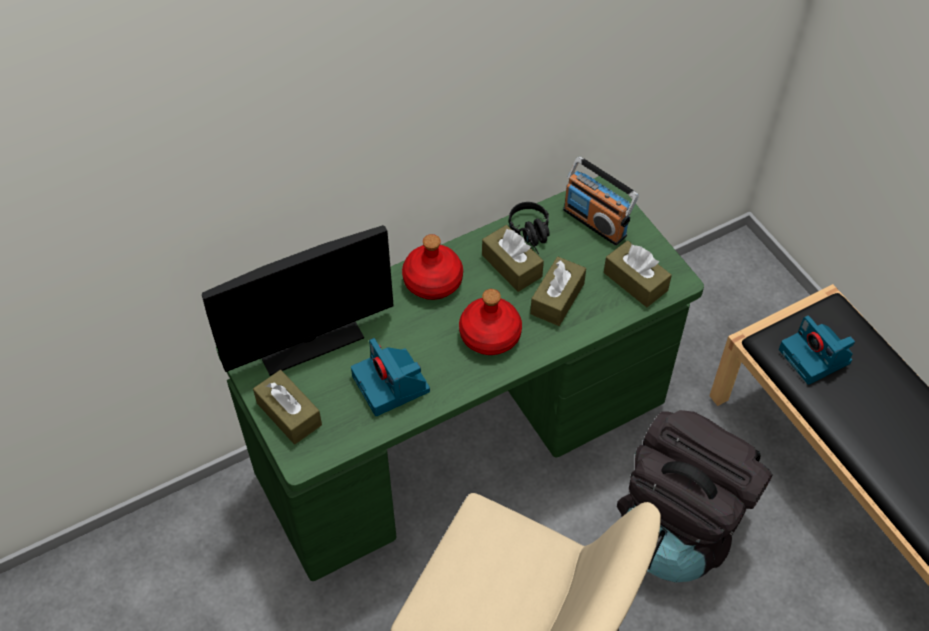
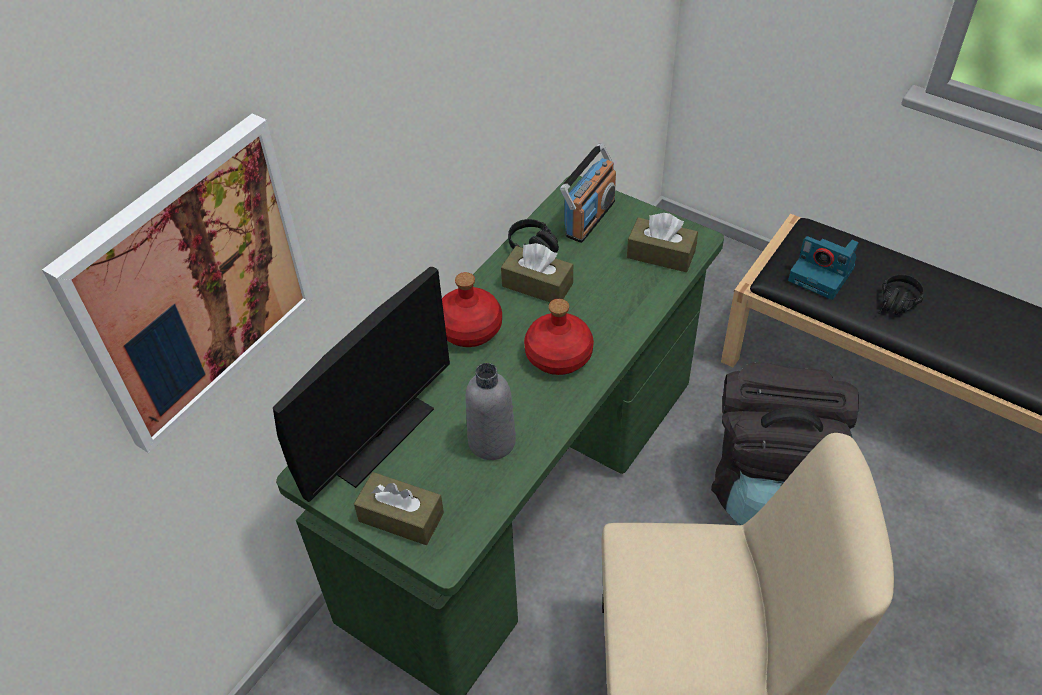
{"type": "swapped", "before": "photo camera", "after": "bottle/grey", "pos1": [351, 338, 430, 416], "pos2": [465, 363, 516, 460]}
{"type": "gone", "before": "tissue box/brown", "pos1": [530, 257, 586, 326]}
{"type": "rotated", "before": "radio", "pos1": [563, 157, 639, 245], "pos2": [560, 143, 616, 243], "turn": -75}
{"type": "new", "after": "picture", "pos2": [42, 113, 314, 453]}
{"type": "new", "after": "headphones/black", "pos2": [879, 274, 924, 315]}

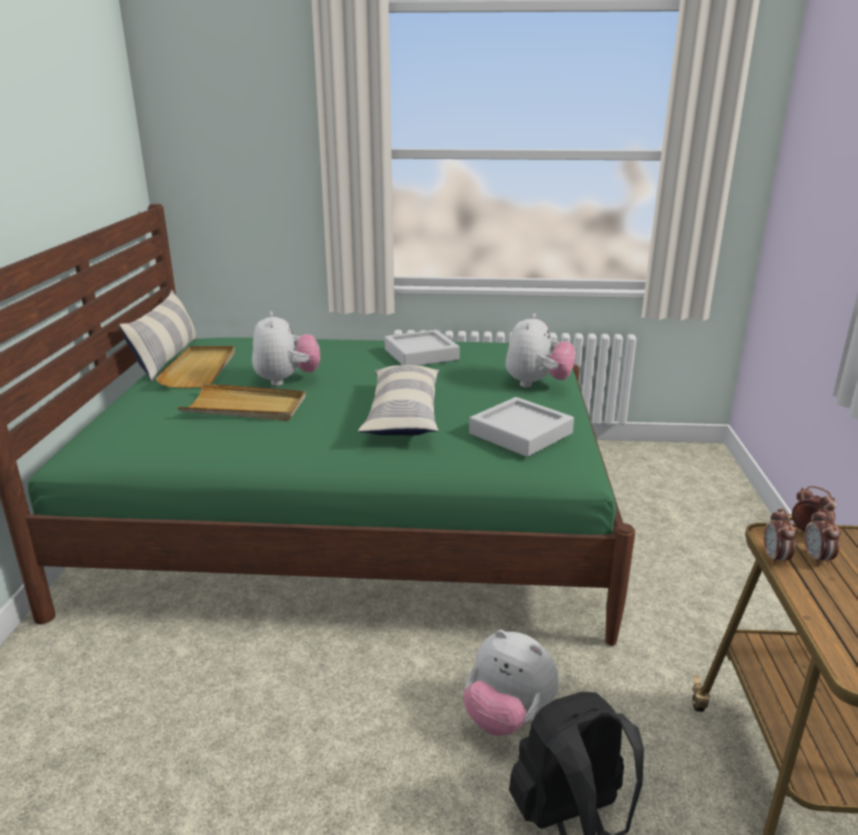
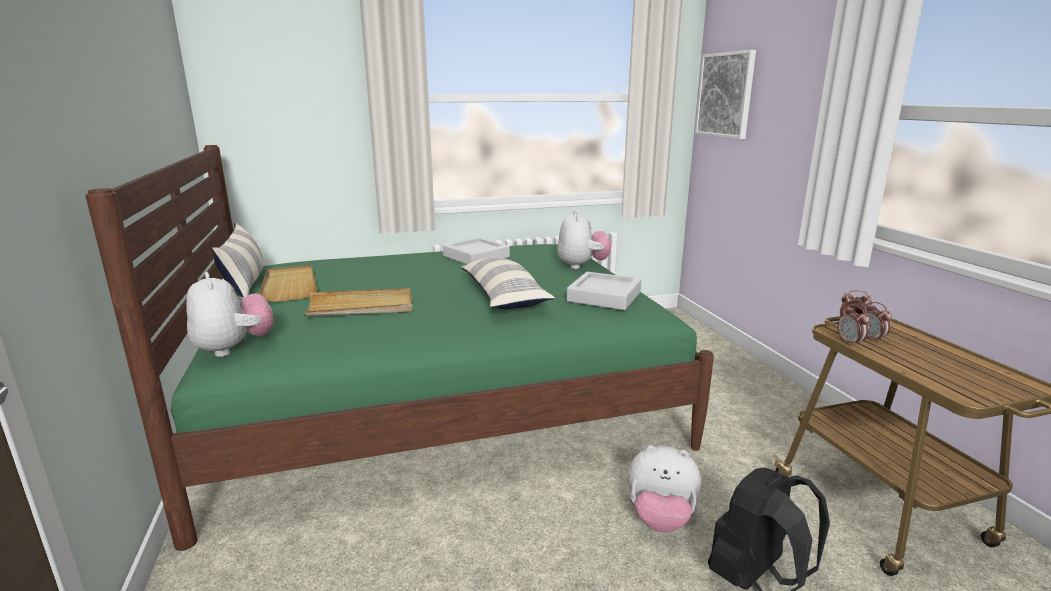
{"type": "shifted", "before": "plush toy", "pos1": [252, 311, 320, 386], "pos2": [186, 272, 274, 357]}
{"type": "new", "after": "picture", "pos2": [695, 50, 756, 139]}

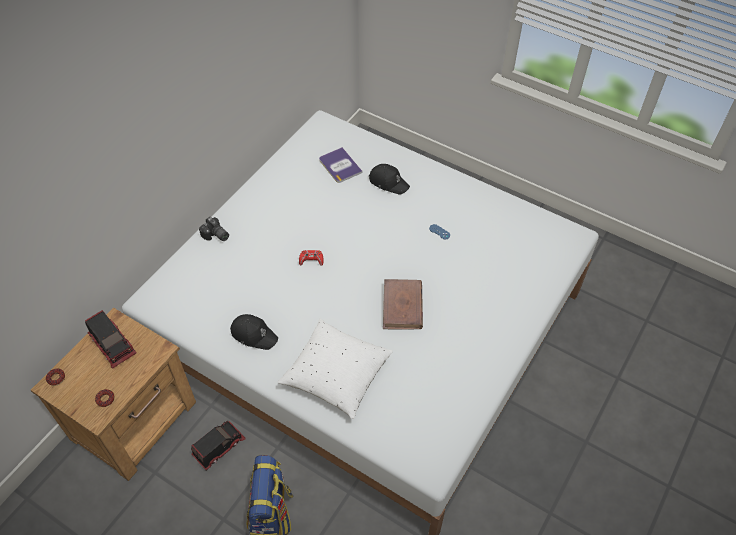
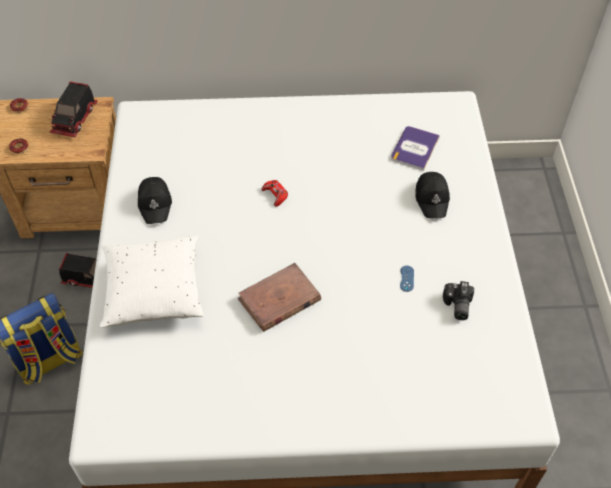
{"type": "shifted", "before": "photo camera", "pos1": [199, 217, 229, 241], "pos2": [443, 281, 474, 320]}

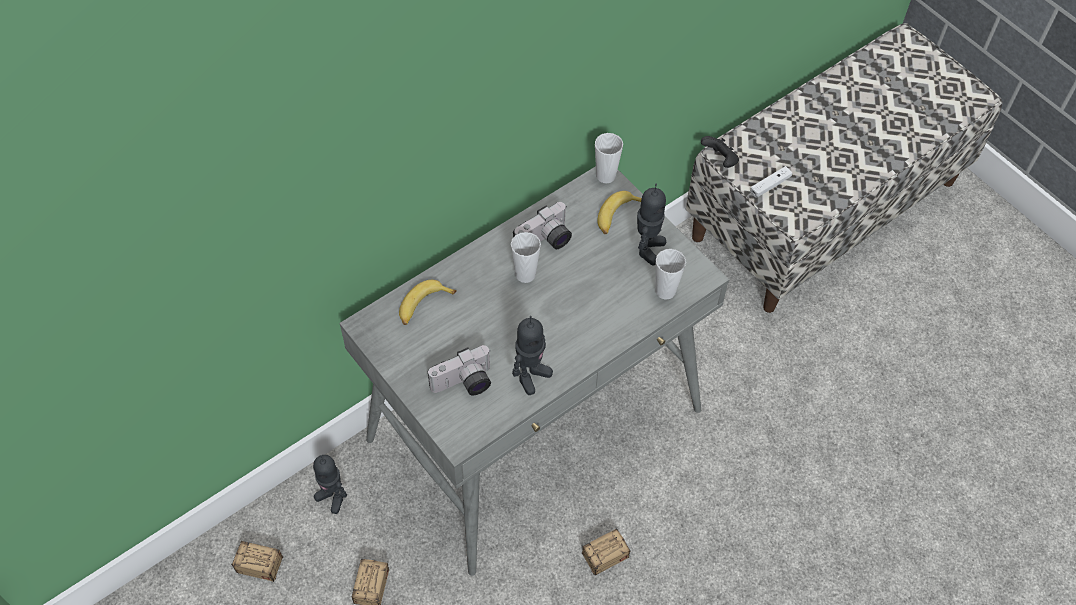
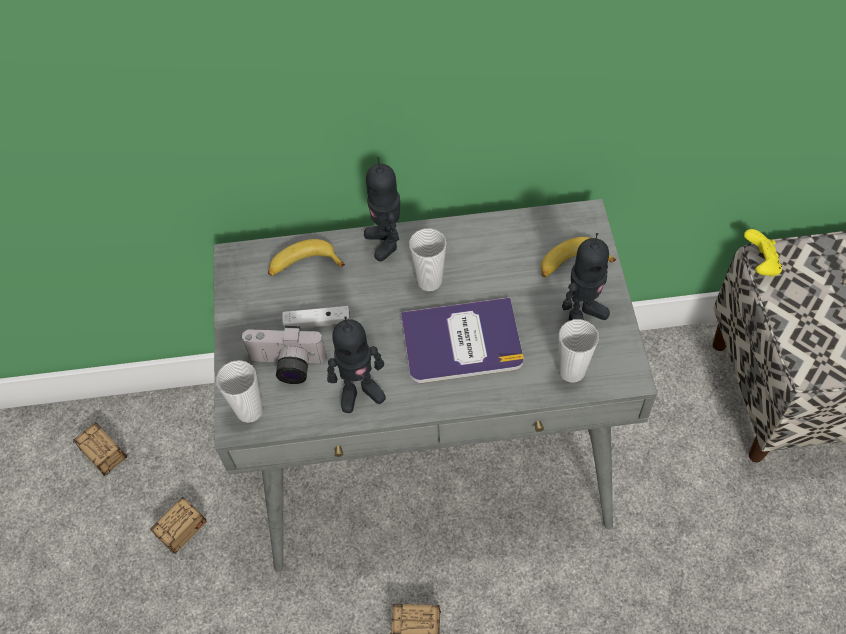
{"type": "shifted", "before": "toy robot", "pos1": [313, 455, 347, 514], "pos2": [364, 157, 400, 262]}
{"type": "gone", "before": "photo camera", "pos1": [513, 202, 572, 249]}
{"type": "shifted", "before": "cup", "pos1": [595, 133, 623, 183], "pos2": [216, 360, 263, 423]}
{"type": "repainted", "before": "game controller/black", "after": "game controller/yellow", "pos1": [701, 136, 739, 168], "pos2": [744, 229, 782, 276]}
{"type": "shifted", "before": "game controller/white", "pos1": [750, 166, 792, 198], "pos2": [282, 306, 350, 329]}
{"type": "new", "after": "book", "pos2": [401, 298, 523, 383]}

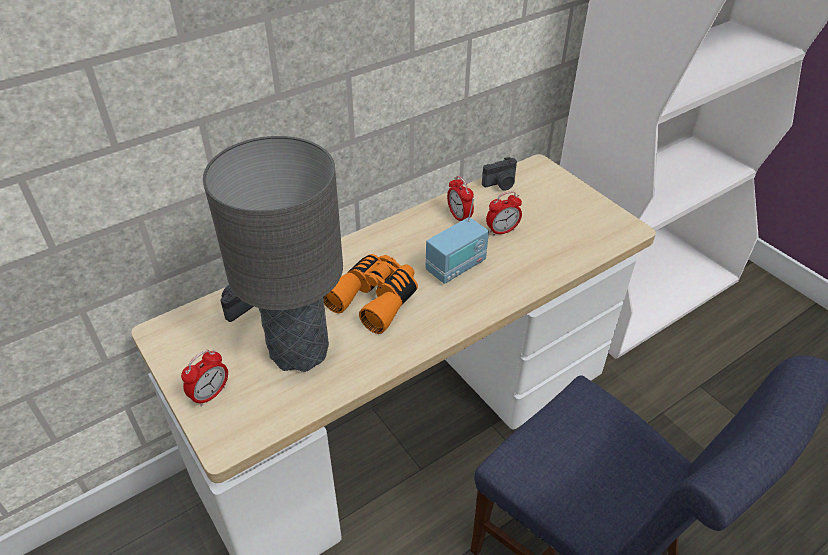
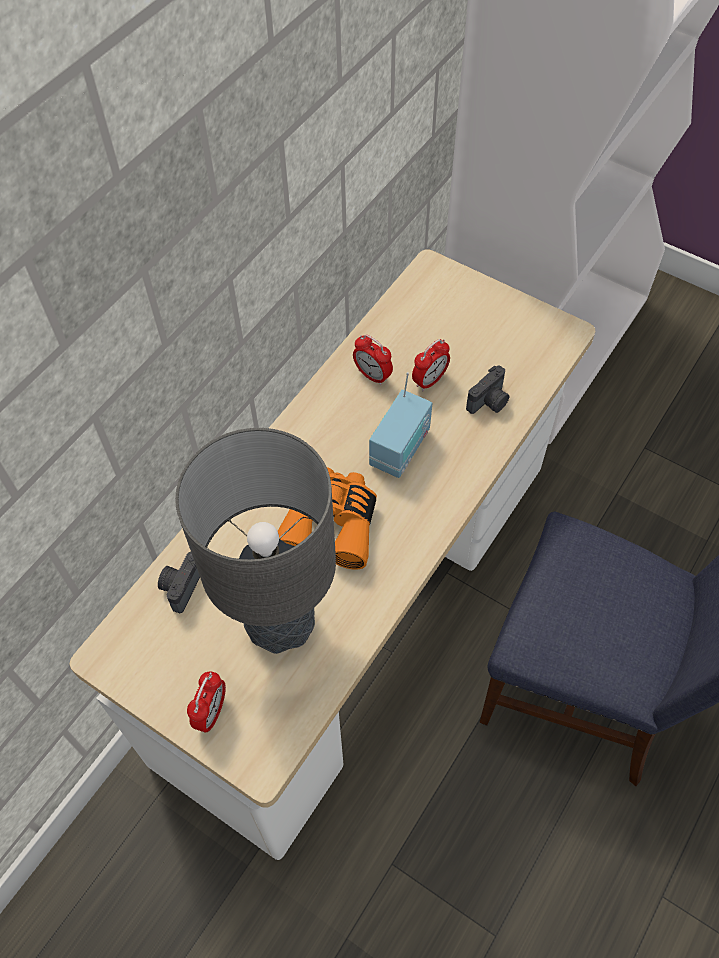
{"type": "shifted", "before": "photo camera", "pos1": [482, 157, 517, 191], "pos2": [466, 366, 509, 414]}

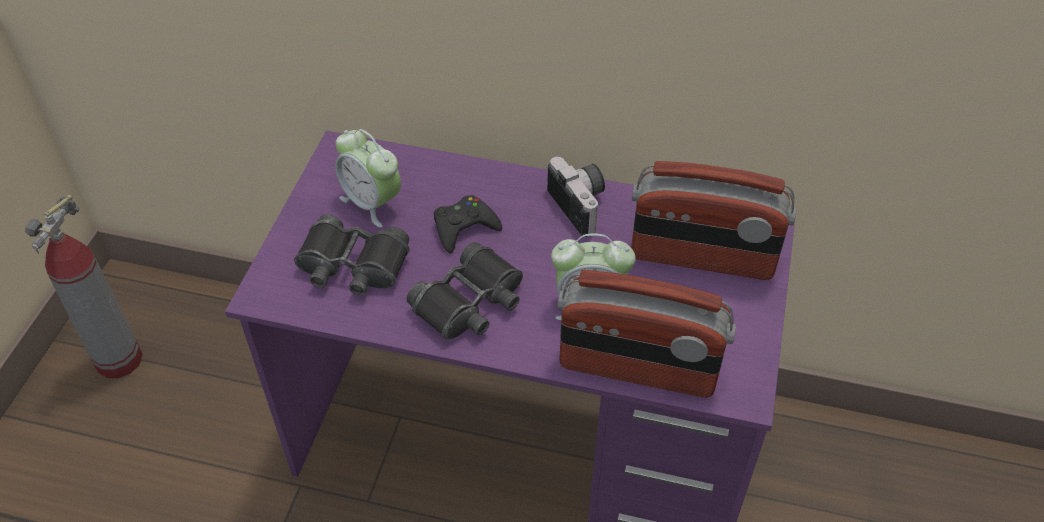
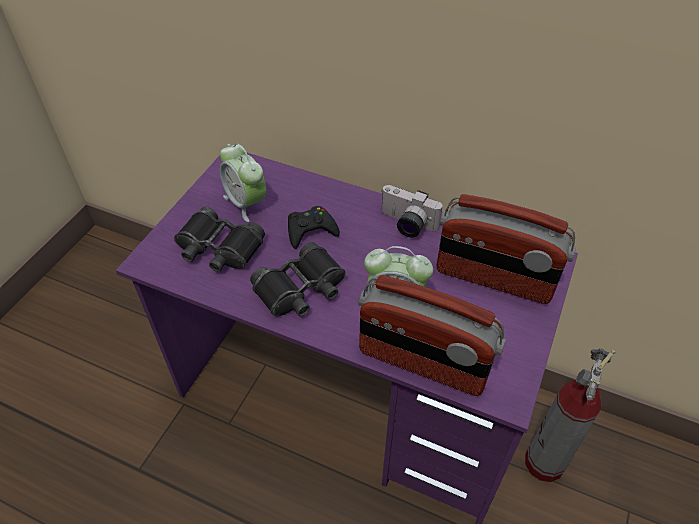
{"type": "shifted", "before": "fire extinguisher", "pos1": [25, 195, 143, 378], "pos2": [525, 348, 616, 482]}
{"type": "rotated", "before": "photo camera", "pos1": [547, 157, 605, 237], "pos2": [381, 185, 442, 238], "turn": 135}

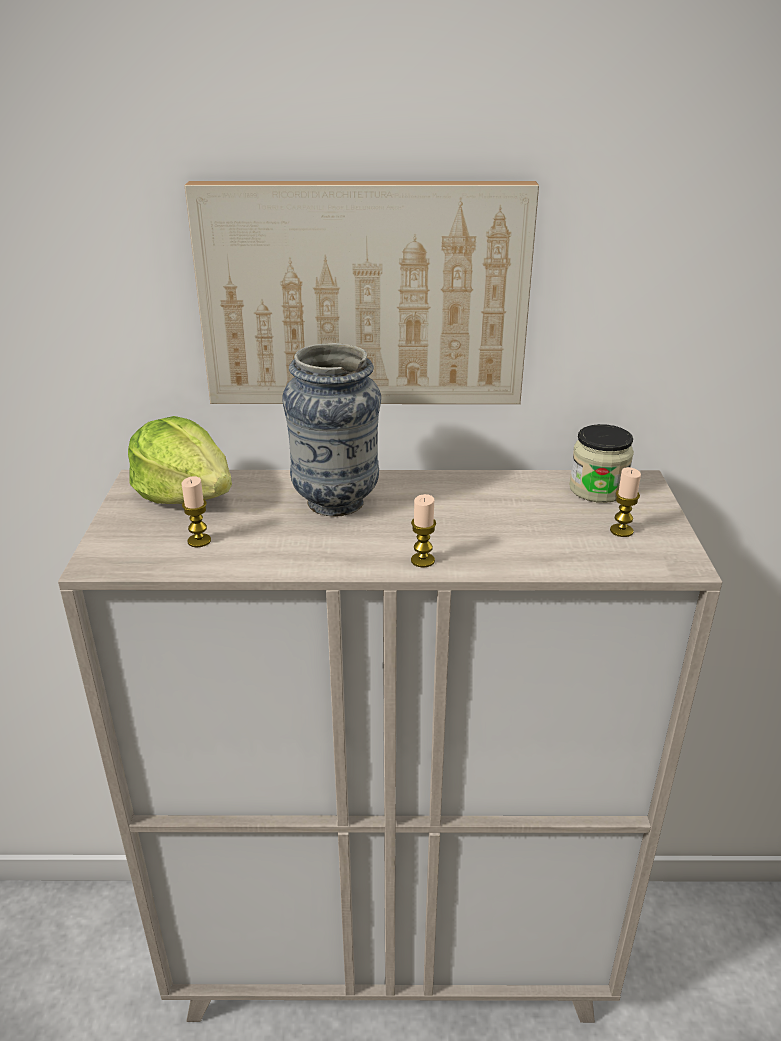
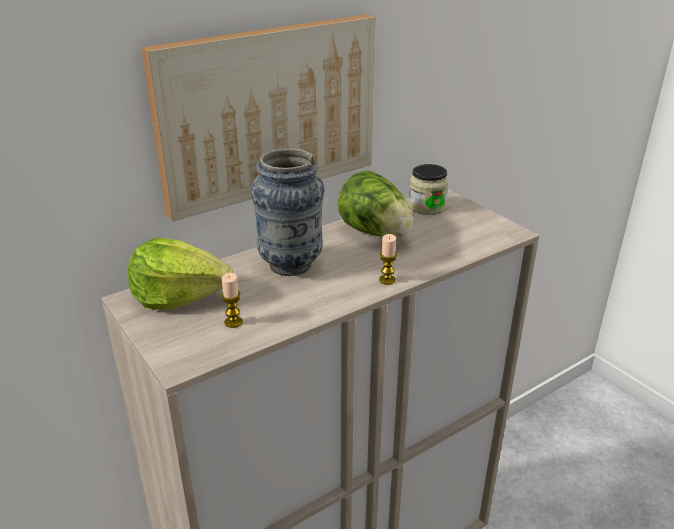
{"type": "gone", "before": "candle", "pos1": [610, 467, 641, 537]}
{"type": "new", "after": "lettuce", "pos2": [338, 171, 413, 237]}

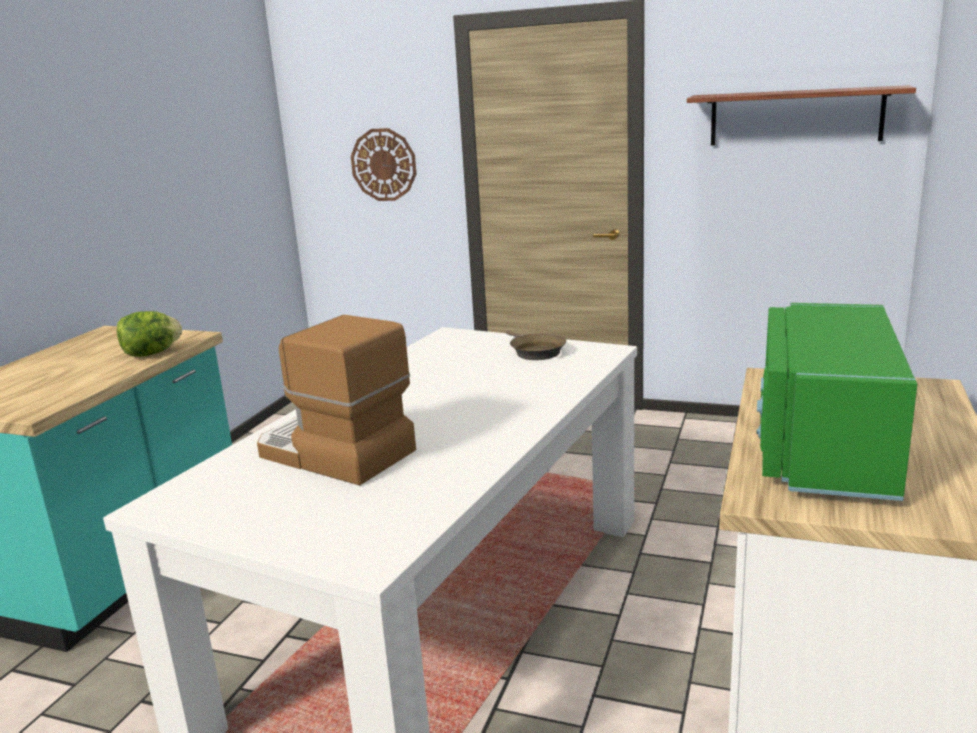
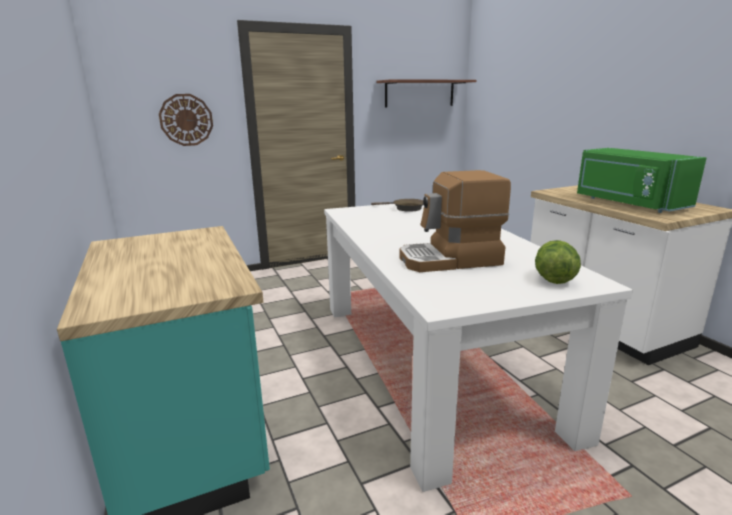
{"type": "shifted", "before": "lettuce", "pos1": [117, 311, 182, 357], "pos2": [535, 240, 581, 284]}

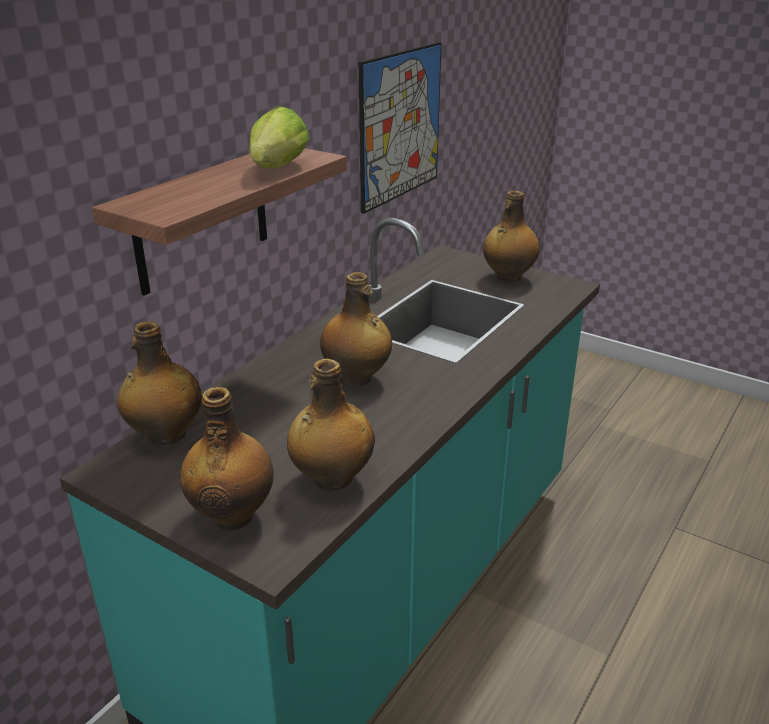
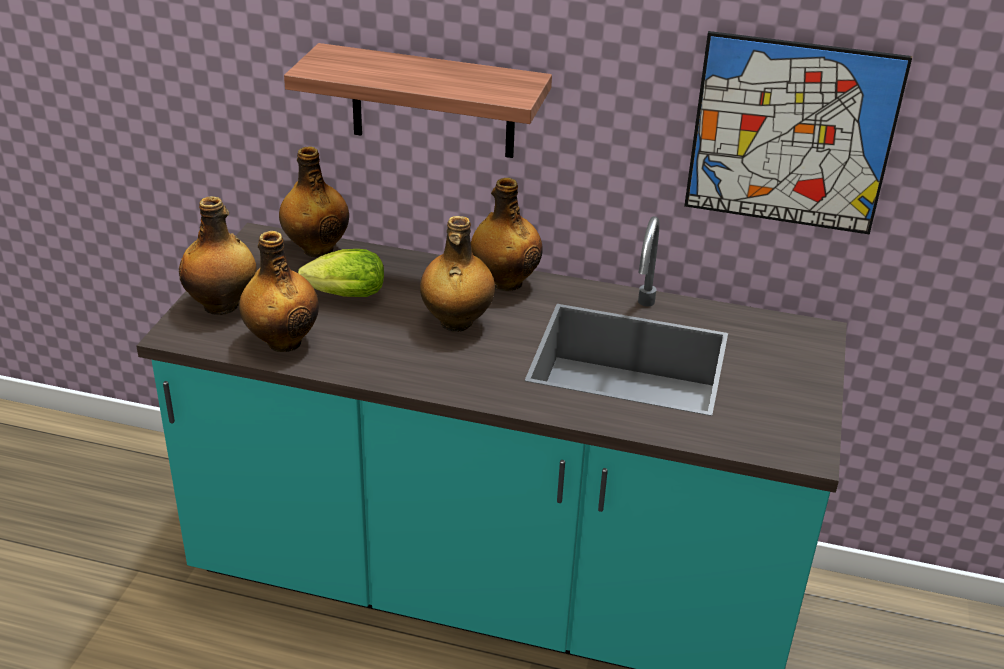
{"type": "shifted", "before": "lettuce", "pos1": [249, 106, 310, 168], "pos2": [298, 249, 384, 297]}
{"type": "shifted", "before": "bottle", "pos1": [483, 191, 540, 282], "pos2": [471, 178, 543, 291]}

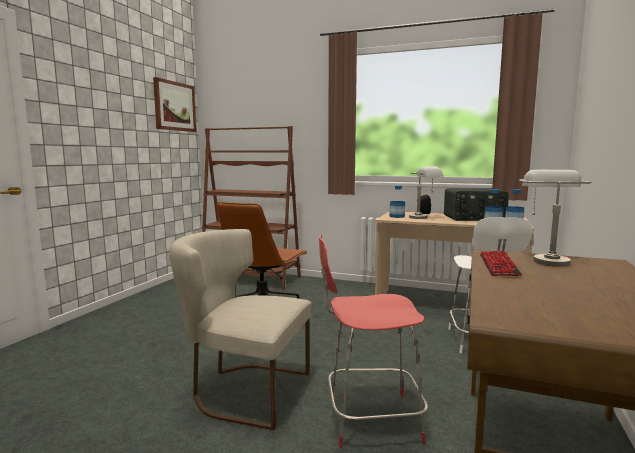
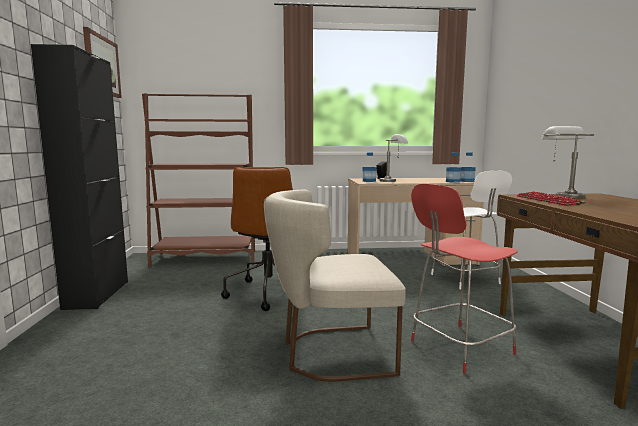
{"type": "gone", "before": "radio", "pos1": [444, 188, 509, 221]}
{"type": "new", "after": "cabinet/black", "pos2": [31, 44, 128, 310]}

